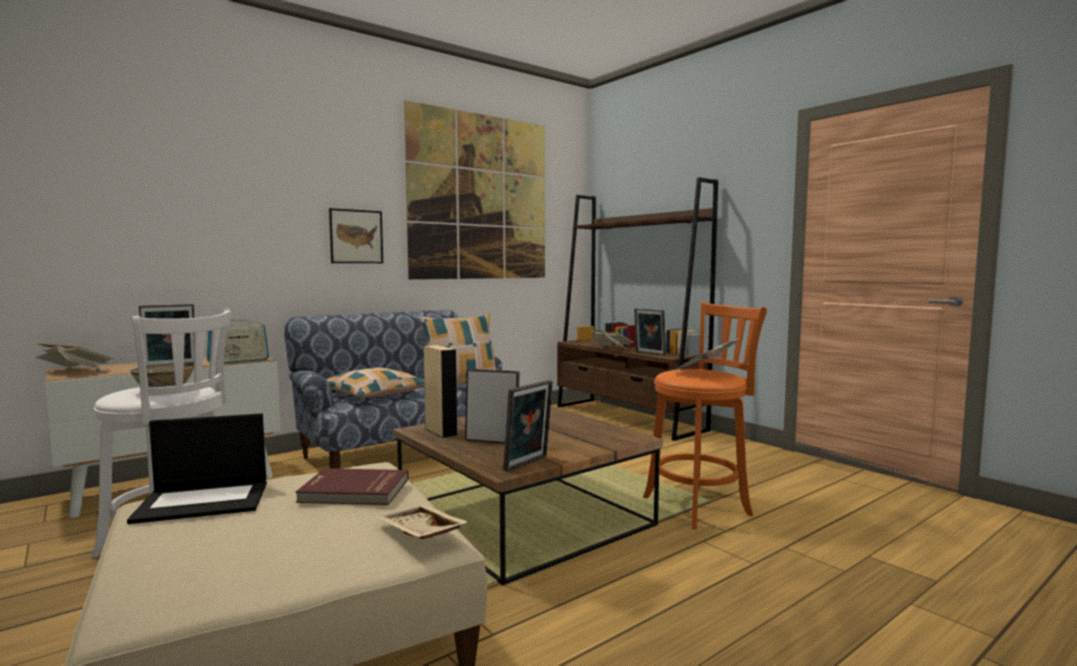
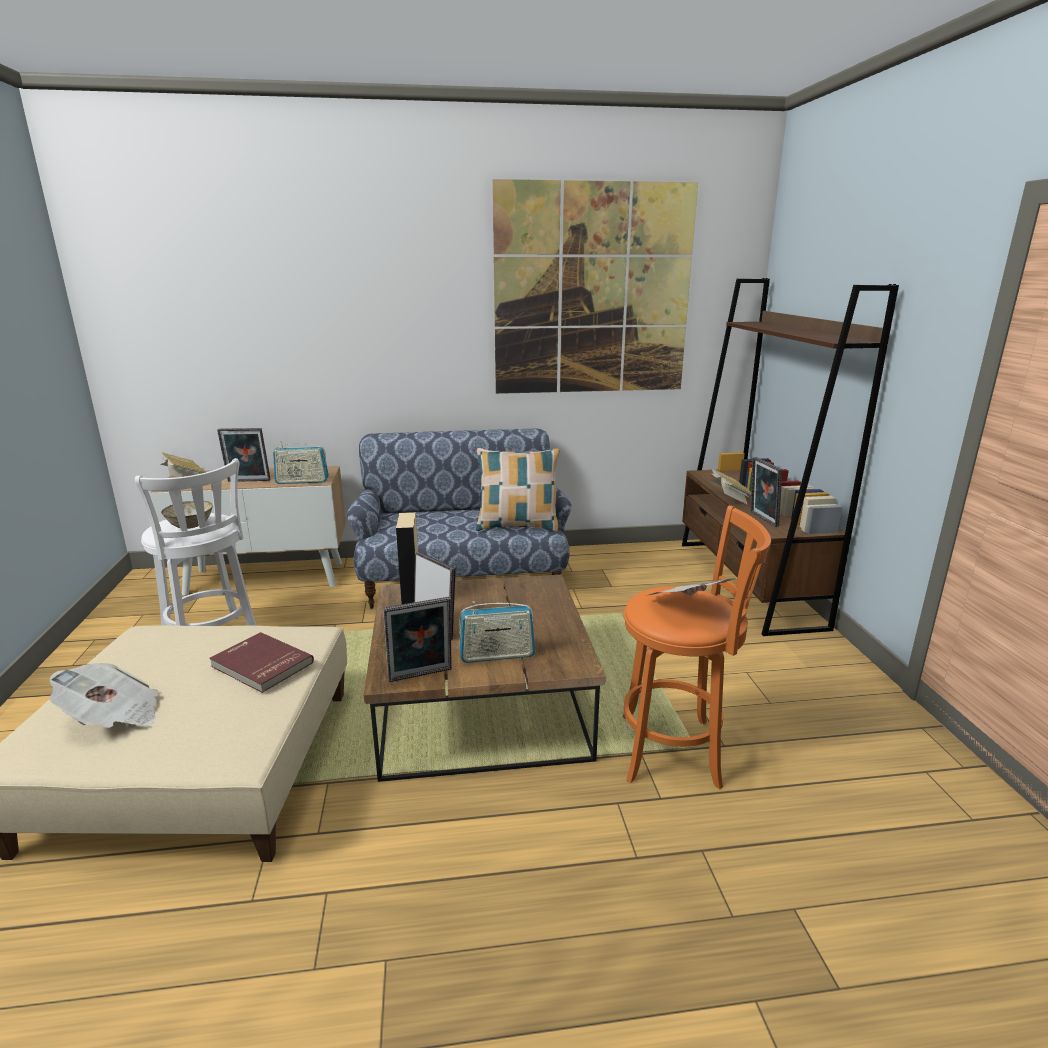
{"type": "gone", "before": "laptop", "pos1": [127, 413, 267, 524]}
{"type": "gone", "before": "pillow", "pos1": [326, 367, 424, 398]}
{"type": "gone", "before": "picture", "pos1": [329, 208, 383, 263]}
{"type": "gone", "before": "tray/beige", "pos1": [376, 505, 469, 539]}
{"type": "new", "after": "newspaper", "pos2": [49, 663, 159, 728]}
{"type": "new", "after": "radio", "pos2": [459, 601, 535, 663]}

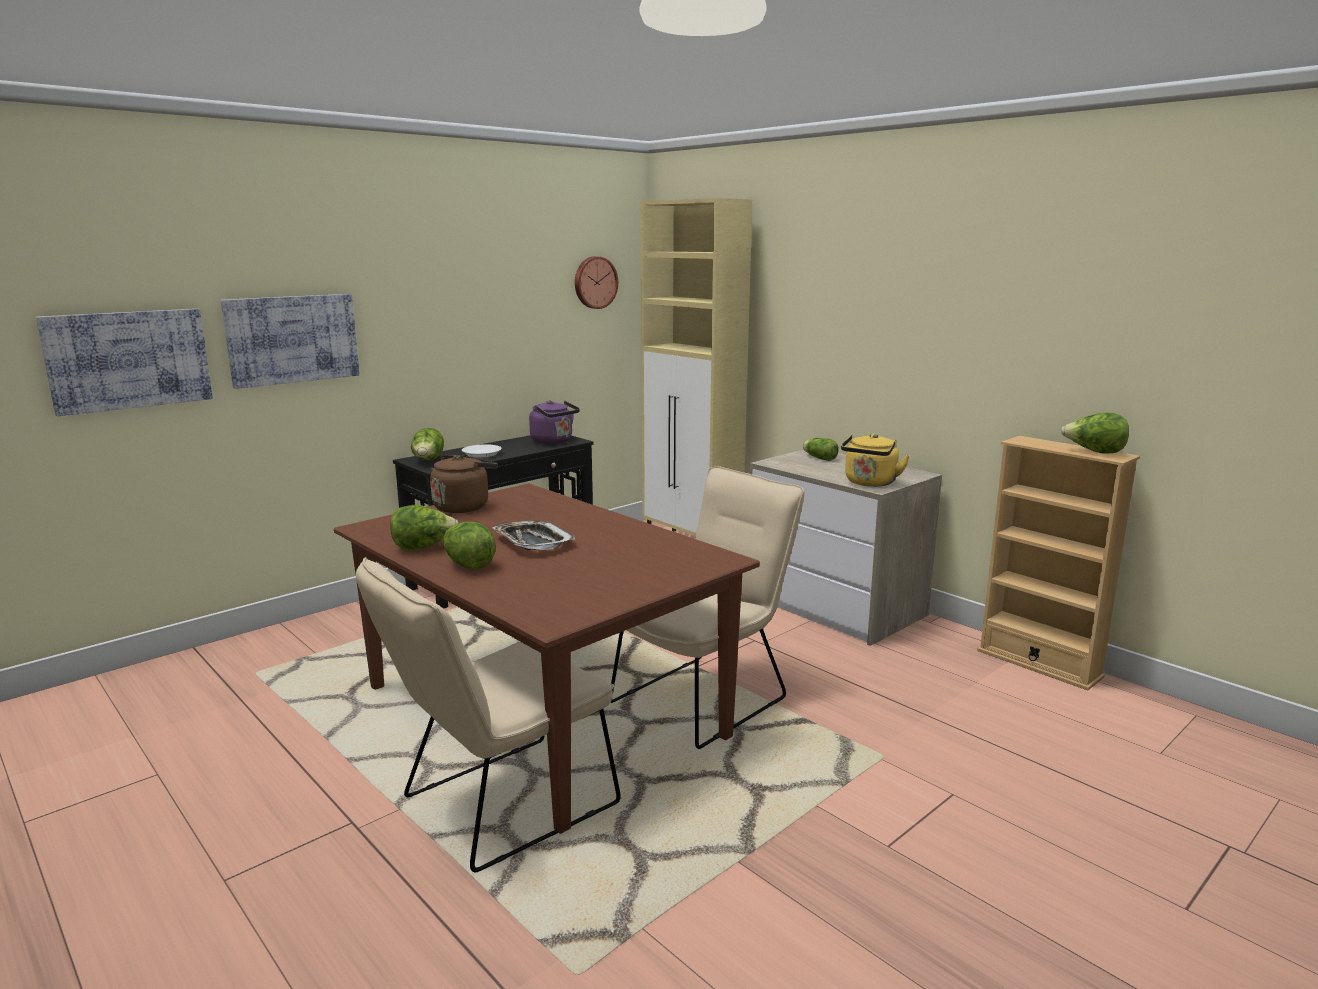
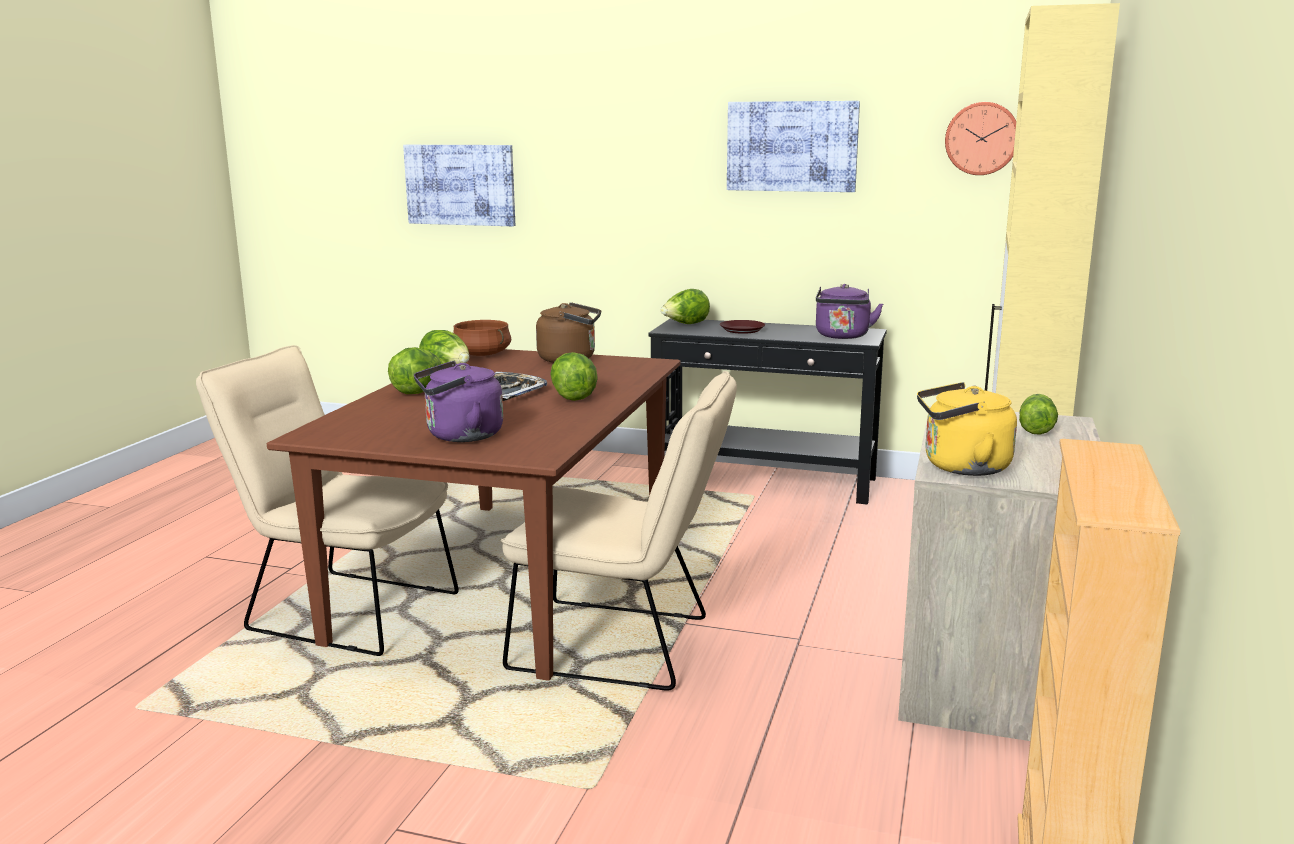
{"type": "shifted", "before": "picture", "pos1": [221, 294, 360, 389], "pos2": [727, 101, 860, 192]}
{"type": "repainted", "before": "plate/white", "after": "plate/brown", "pos1": [462, 444, 502, 458], "pos2": [720, 320, 765, 334]}
{"type": "shifted", "before": "lettuce", "pos1": [1061, 412, 1129, 453], "pos2": [550, 352, 598, 401]}
{"type": "new", "after": "kettle/purple", "pos2": [414, 361, 503, 442]}
{"type": "new", "after": "cooking pot/brown", "pos2": [453, 320, 511, 356]}

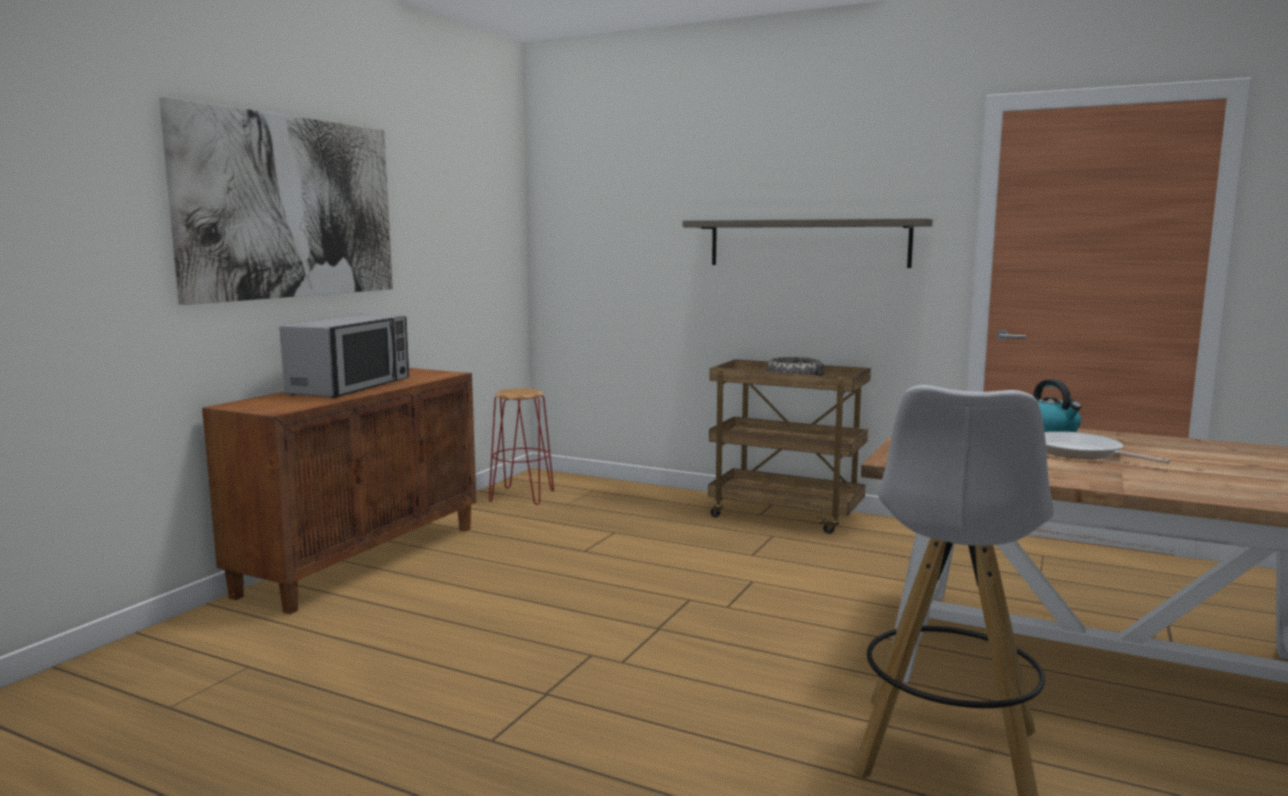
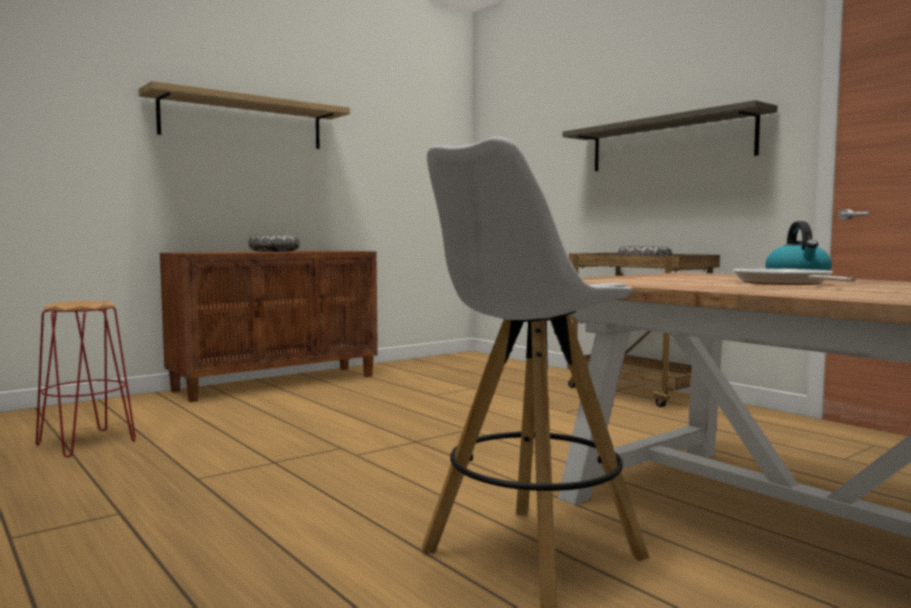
{"type": "swapped", "before": "picture", "after": "shelf", "pos1": [159, 97, 393, 305], "pos2": [138, 81, 350, 149]}
{"type": "swapped", "before": "microwave", "after": "bowl", "pos1": [280, 315, 409, 398], "pos2": [249, 235, 300, 252]}
{"type": "shifted", "before": "stool/red", "pos1": [489, 388, 554, 505], "pos2": [36, 301, 136, 457]}

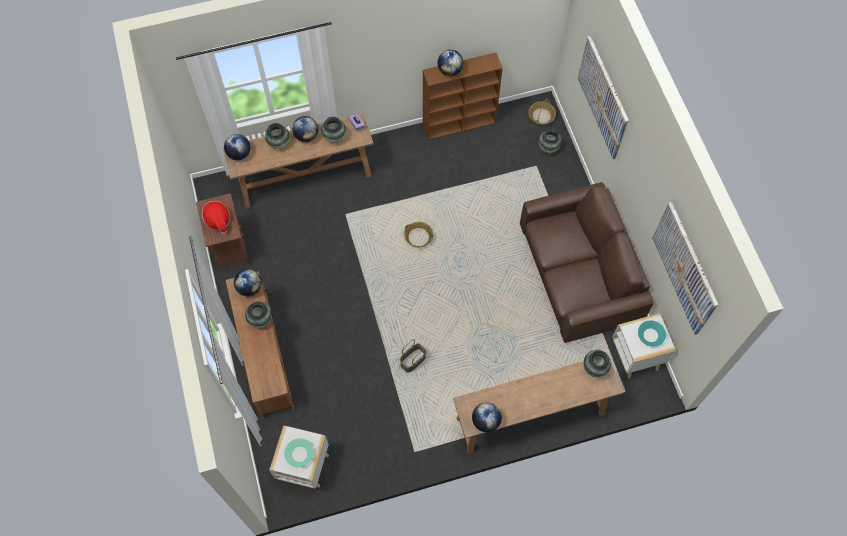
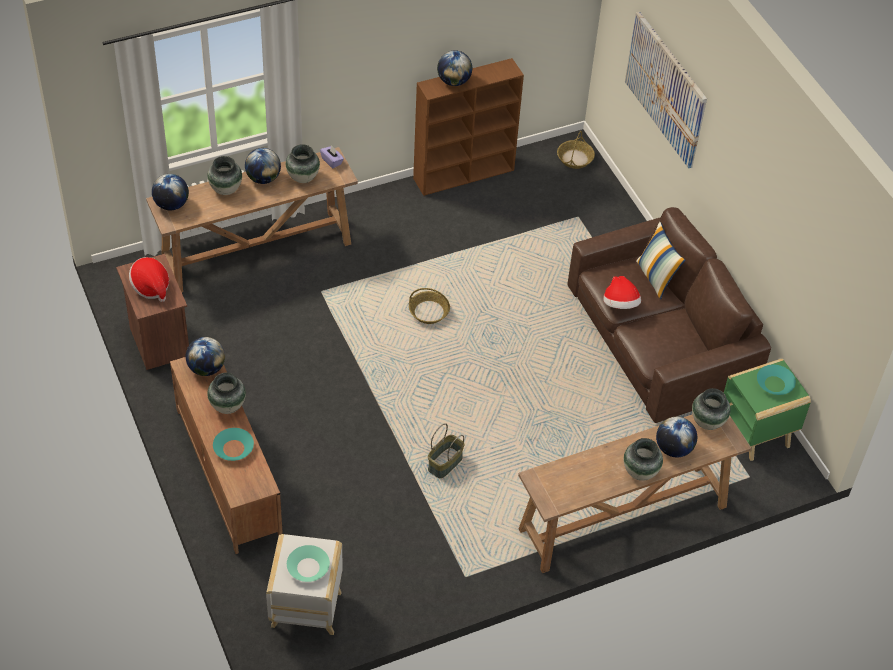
{"type": "shifted", "before": "globe", "pos1": [472, 402, 502, 432], "pos2": [656, 417, 697, 457]}
{"type": "shifted", "before": "vase", "pos1": [539, 129, 562, 153], "pos2": [624, 438, 663, 481]}
{"type": "repainted", "before": "side table/white", "after": "side table/green", "pos1": [612, 313, 675, 379], "pos2": [724, 359, 811, 461]}
{"type": "gone", "before": "picture", "pos1": [652, 202, 719, 335]}
{"type": "new", "after": "bowl/turquoise", "pos2": [213, 428, 254, 461]}
{"type": "new", "after": "hat", "pos2": [603, 276, 641, 309]}
{"type": "new", "after": "pillow", "pos2": [636, 222, 685, 300]}

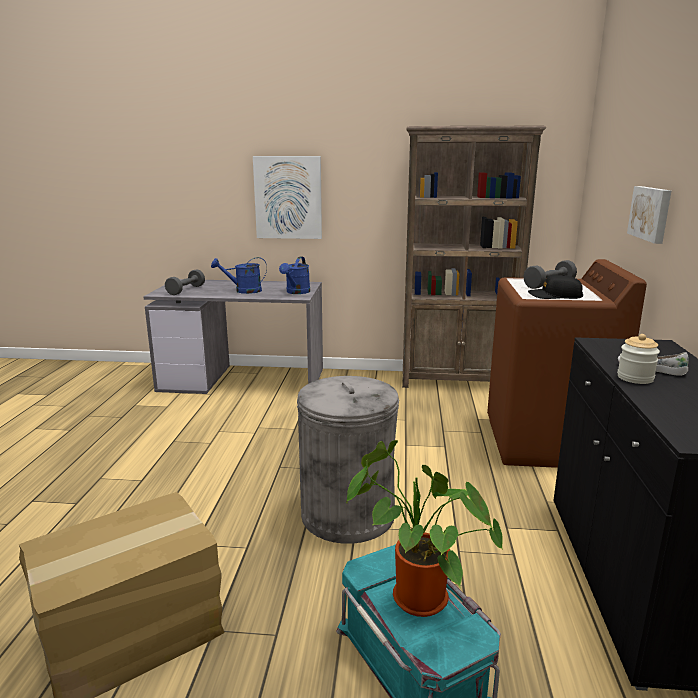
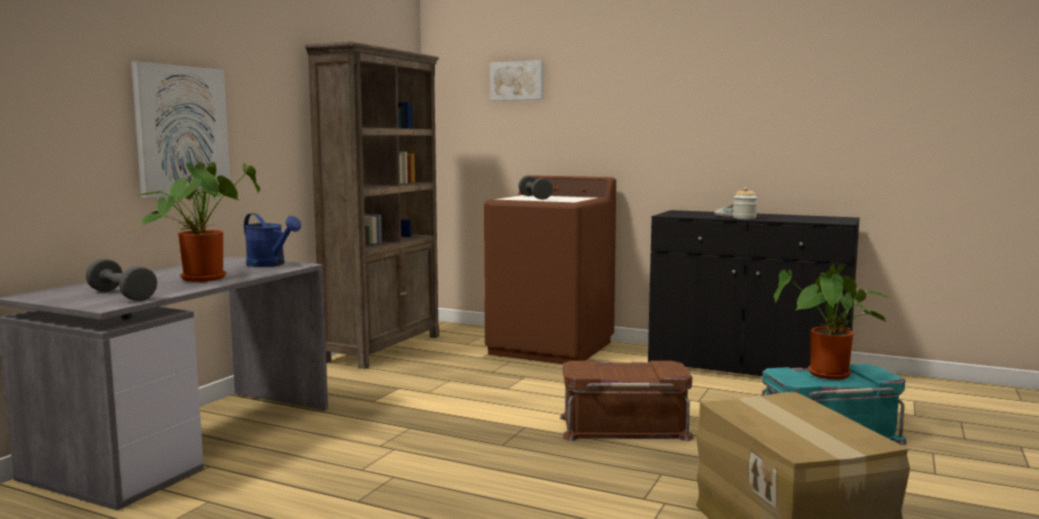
{"type": "swapped", "before": "watering can/blue", "after": "potted plant", "pos1": [211, 257, 267, 294], "pos2": [137, 161, 260, 282]}
{"type": "swapped", "before": "trash can/grey", "after": "storage box/brown", "pos1": [297, 376, 399, 544], "pos2": [560, 361, 694, 441]}
{"type": "gone", "before": "cap/black", "pos1": [528, 275, 583, 299]}
{"type": "shifted", "before": "picture", "pos1": [627, 186, 671, 244], "pos2": [490, 60, 544, 101]}

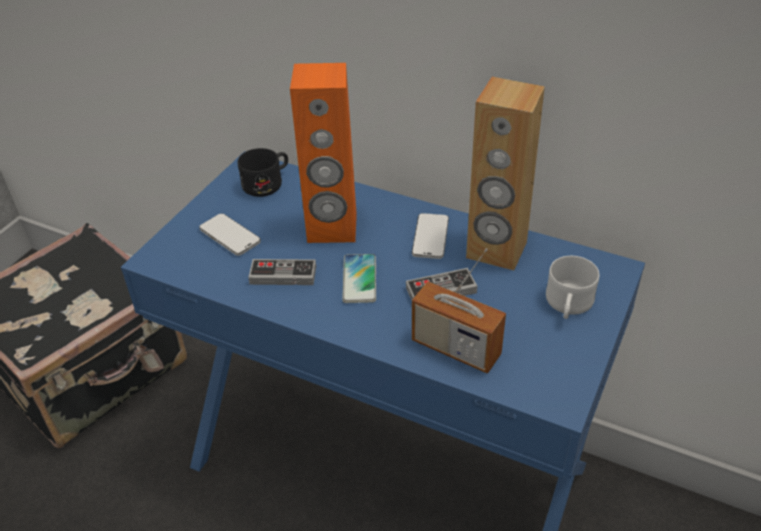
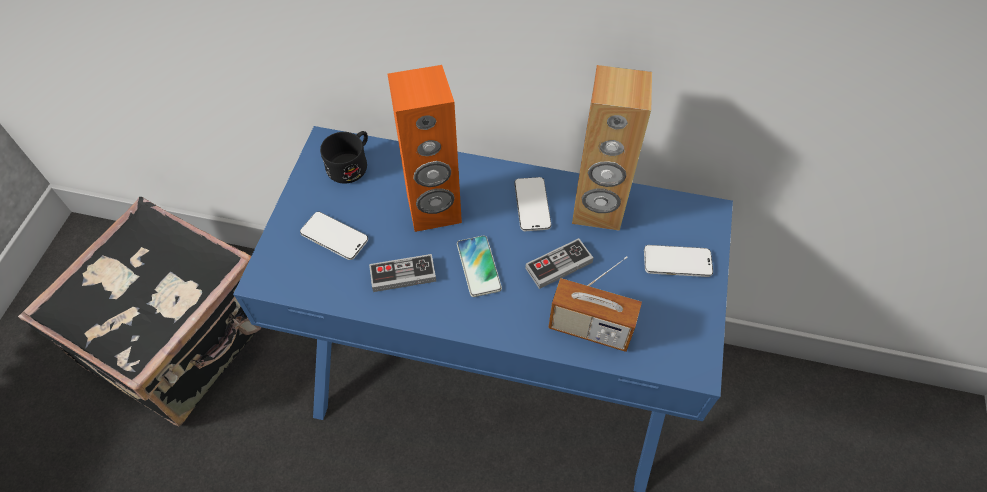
{"type": "swapped", "before": "mug/white", "after": "phone", "pos1": [546, 256, 599, 319], "pos2": [644, 245, 713, 277]}

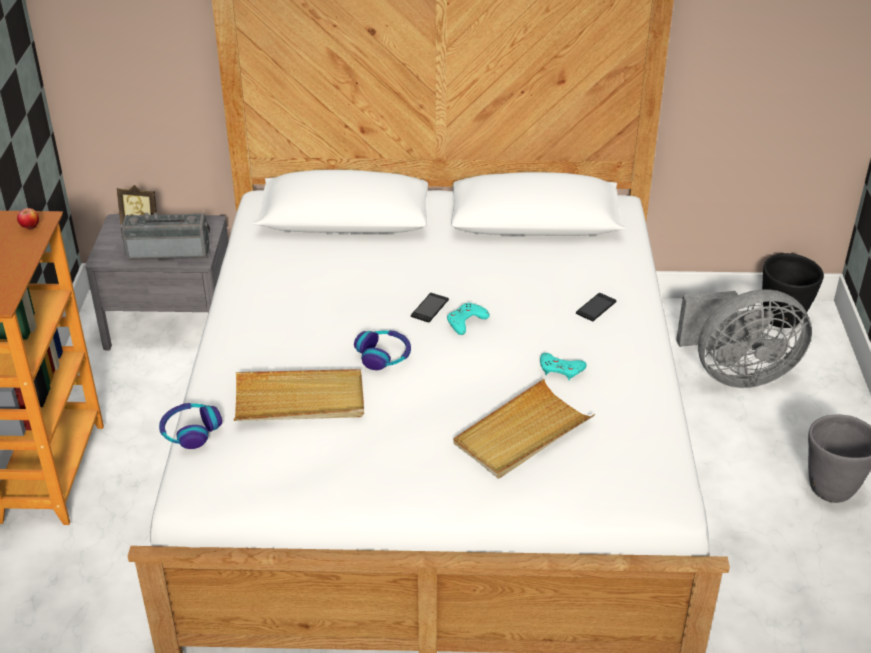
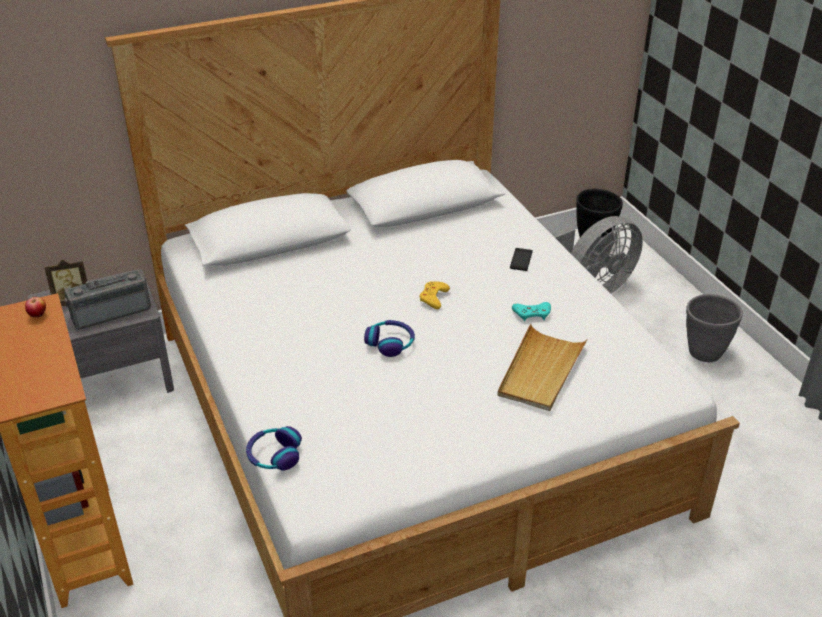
{"type": "gone", "before": "tray/beige", "pos1": [234, 369, 364, 421]}
{"type": "gone", "before": "phone", "pos1": [411, 293, 449, 322]}
{"type": "repainted", "before": "game controller/turquoise", "after": "game controller/yellow", "pos1": [447, 303, 490, 335], "pos2": [420, 281, 450, 309]}

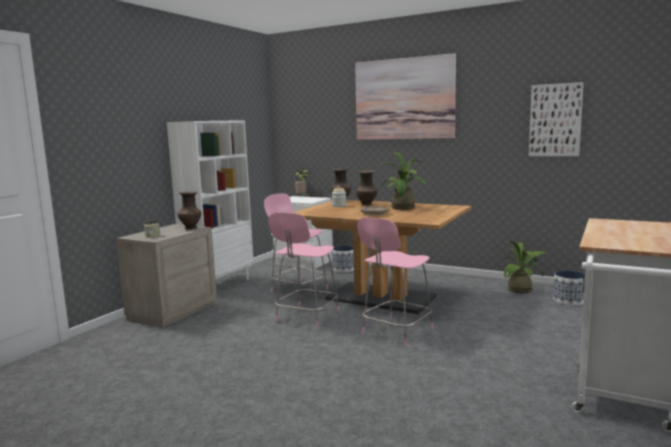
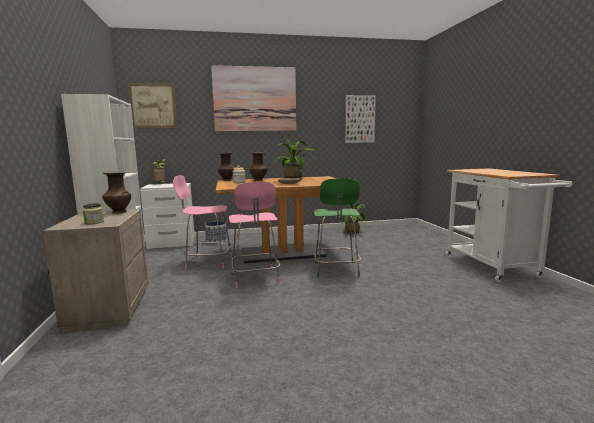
{"type": "repainted", "before": "chair/pink", "after": "chair/green", "pos1": [357, 217, 433, 347], "pos2": [314, 178, 361, 278]}
{"type": "gone", "before": "planter", "pos1": [553, 270, 584, 305]}
{"type": "new", "after": "picture", "pos2": [128, 83, 178, 129]}

